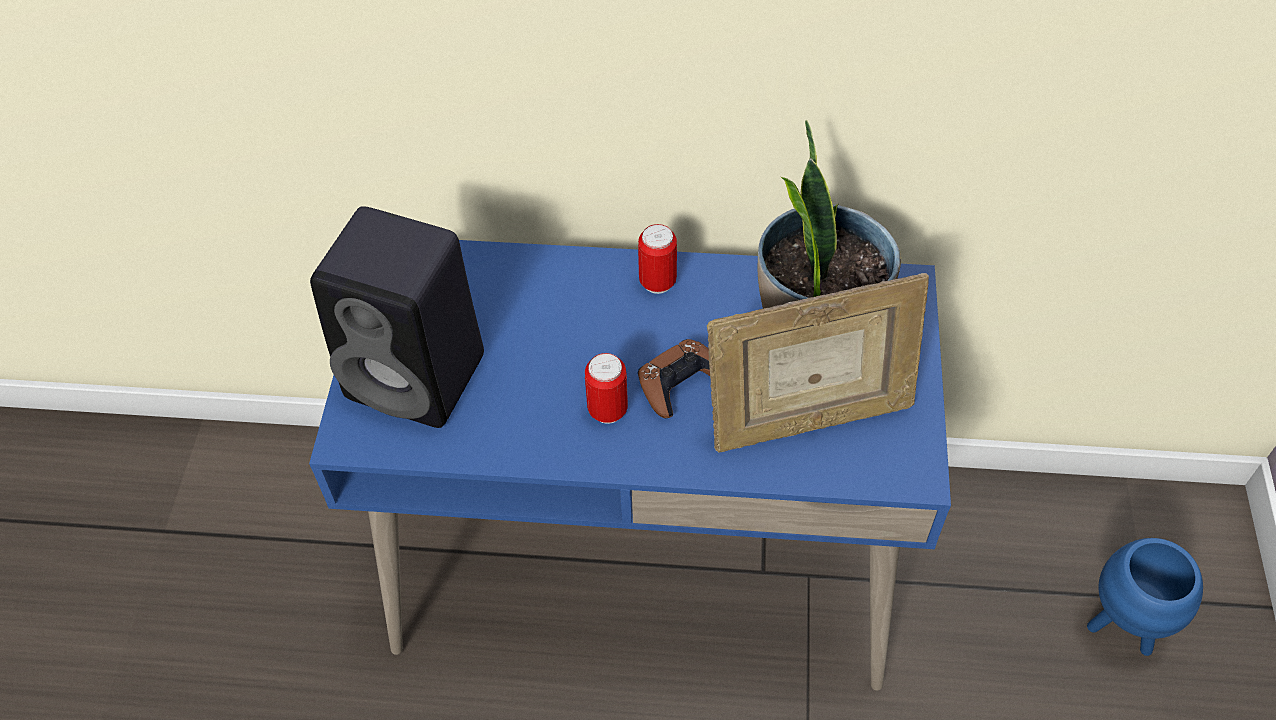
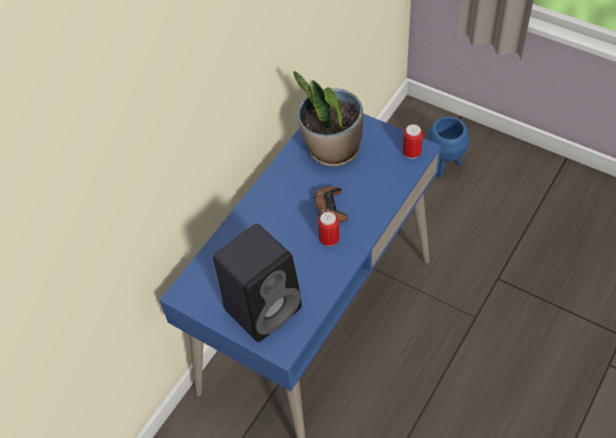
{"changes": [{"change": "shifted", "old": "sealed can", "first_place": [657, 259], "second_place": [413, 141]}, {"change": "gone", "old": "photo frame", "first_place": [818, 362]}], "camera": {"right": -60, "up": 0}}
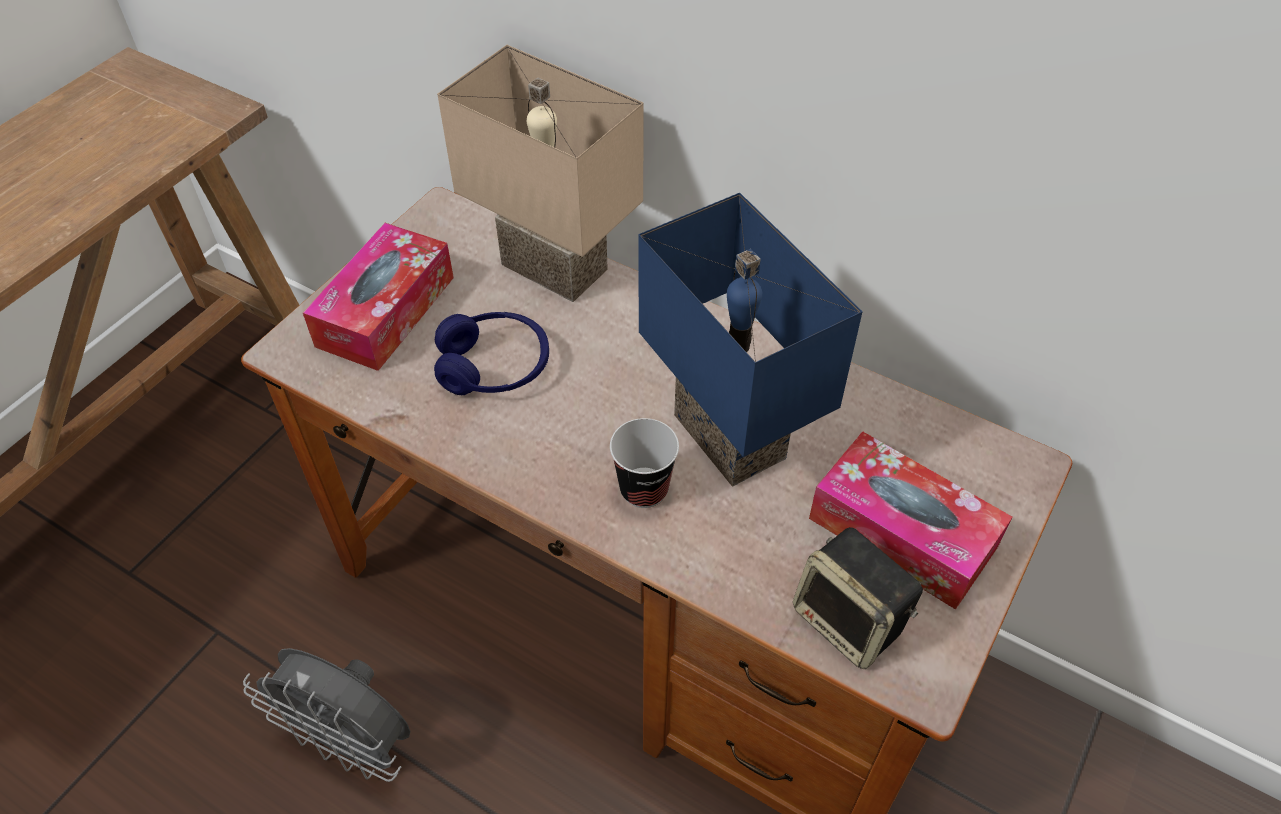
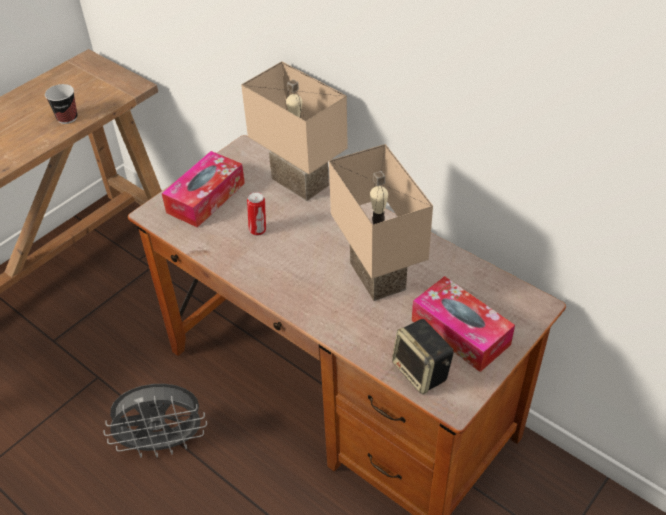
{"changes": [{"change": "repainted", "old": "lamp for a table (blue-coloured)", "new": "lamp for a table (beige)", "first_place": [751, 340], "second_place": [381, 222]}, {"change": "swapped", "old": "headphones (blue-coloured)", "new": "sealed can", "first_place": [491, 353], "second_place": [256, 214]}, {"change": "shifted", "old": "cup", "first_place": [644, 463], "second_place": [61, 104]}, {"change": "rotated", "old": "fan (greyish)", "first_place": [326, 715], "second_place": [155, 421], "degrees": -45}], "camera": {"right": 10, "up": -5}}
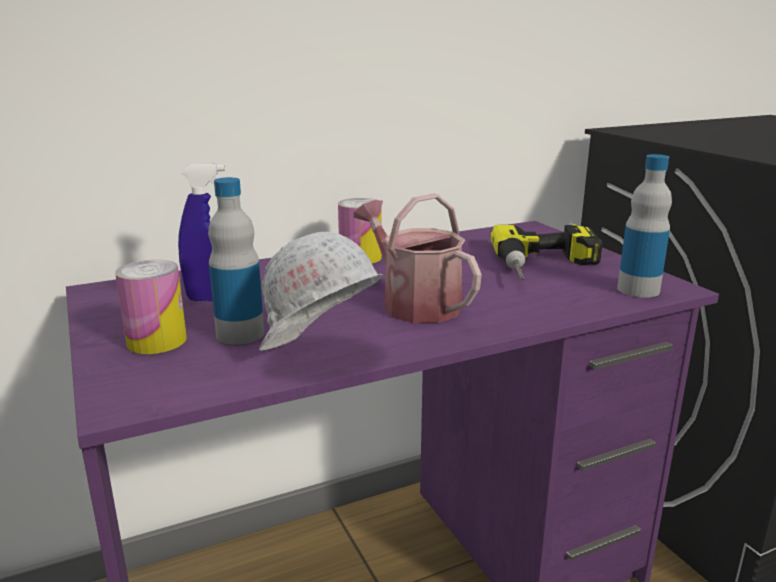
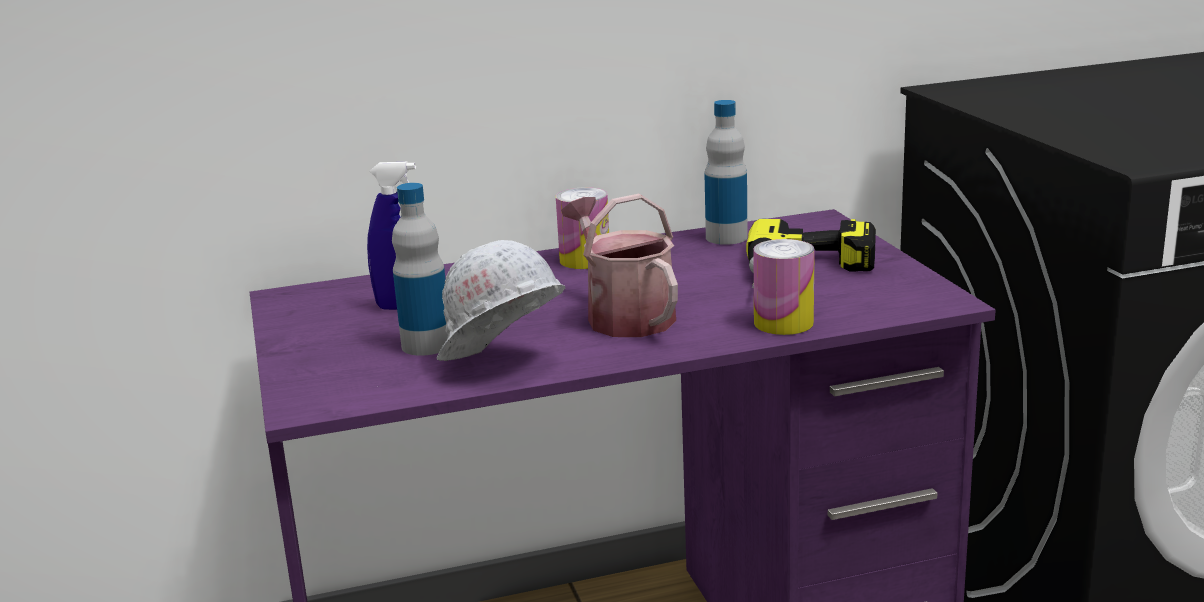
{"changes": [{"change": "shifted", "old": "drink bottle", "first_place": [644, 226], "second_place": [726, 172]}, {"change": "shifted", "old": "sealed can", "first_place": [151, 307], "second_place": [784, 287]}], "camera": {"right": 10, "up": 0}}
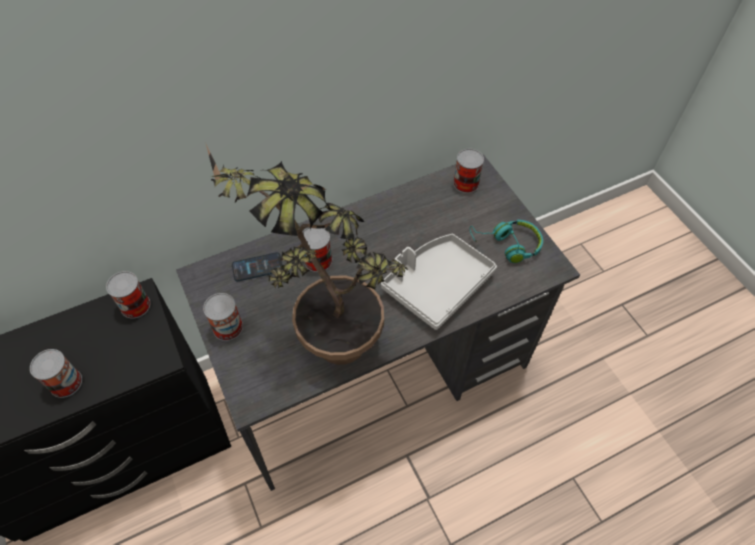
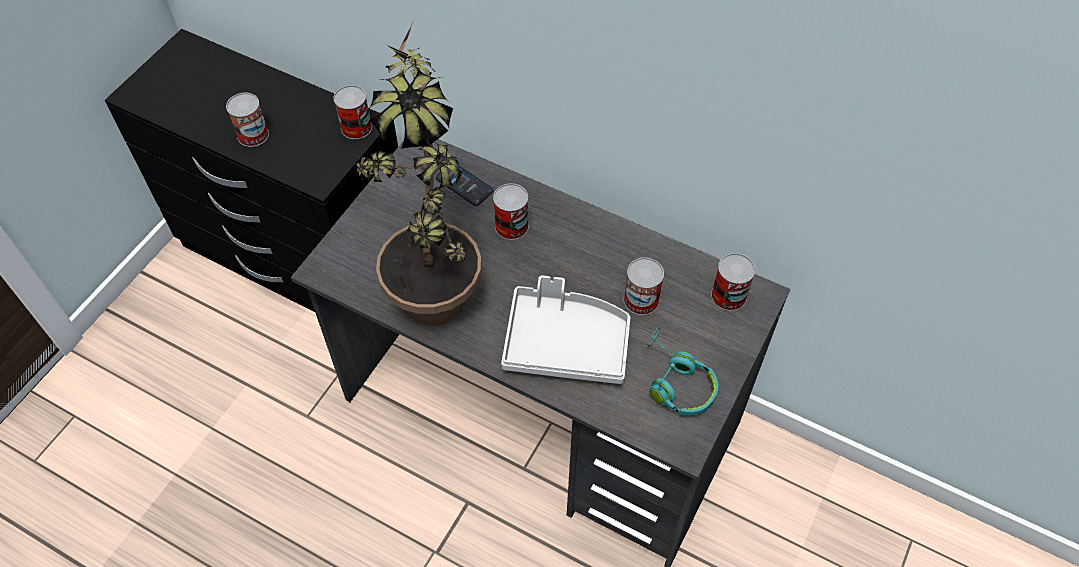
{"changes": [{"change": "shifted", "old": "sealed can", "first_place": [223, 317], "second_place": [644, 286]}], "camera": {"right": 55, "up": 0}}
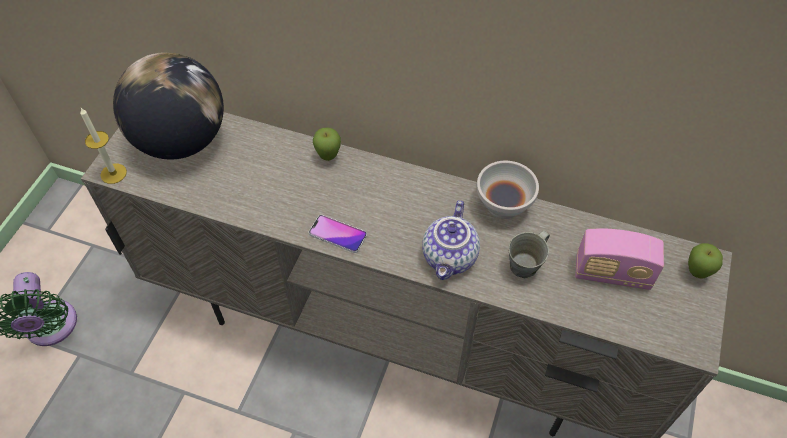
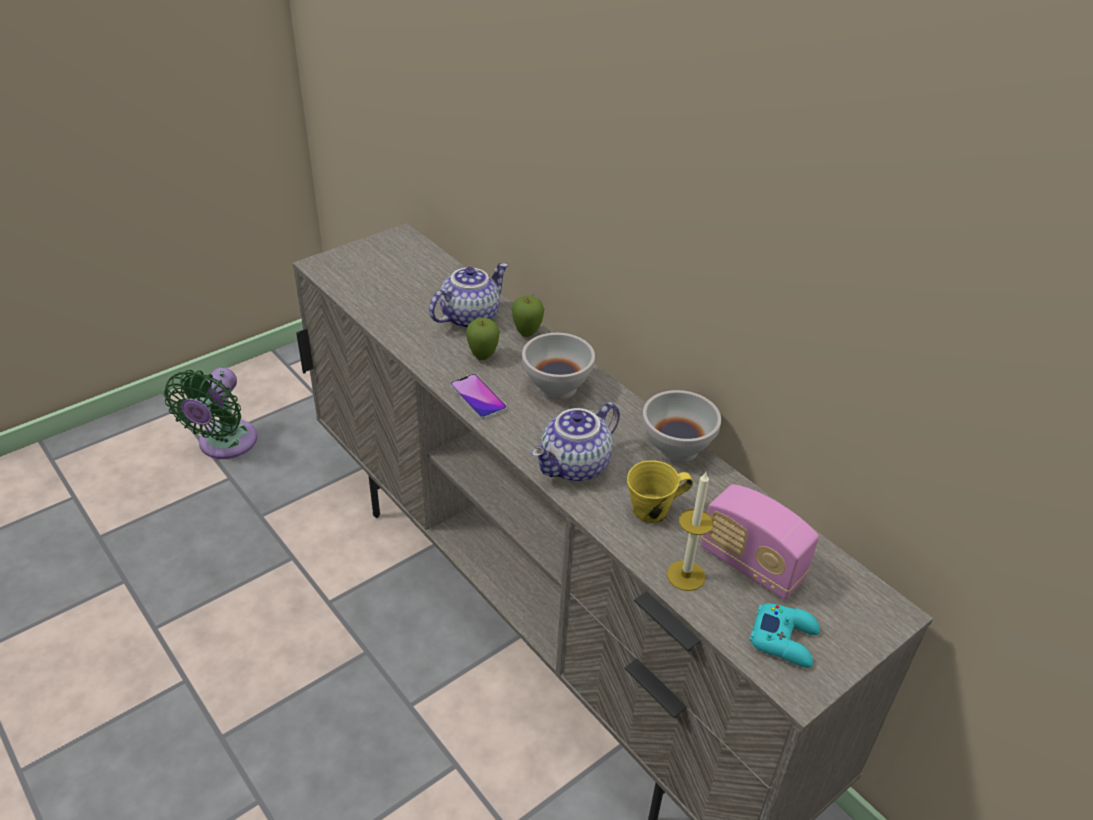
{"changes": [{"change": "gone", "old": "desk globe", "first_place": [168, 106]}, {"change": "shifted", "old": "wax candle", "first_place": [103, 146], "second_place": [690, 531]}, {"change": "repainted", "old": "coffee mug (greyish)", "new": "coffee mug (yellow-coloured)", "first_place": [529, 254], "second_place": [660, 492]}, {"change": "shifted", "old": "whole apple", "first_place": [705, 261], "second_place": [483, 339]}, {"change": "new", "new": "pot for tea", "second_place": [468, 295]}, {"change": "new", "new": "bowl (white-coloured)", "second_place": [558, 366]}, {"change": "new", "new": "gamepad (turquoise-coloured)", "second_place": [785, 635]}], "camera": {"right": 30, "up": -15}}
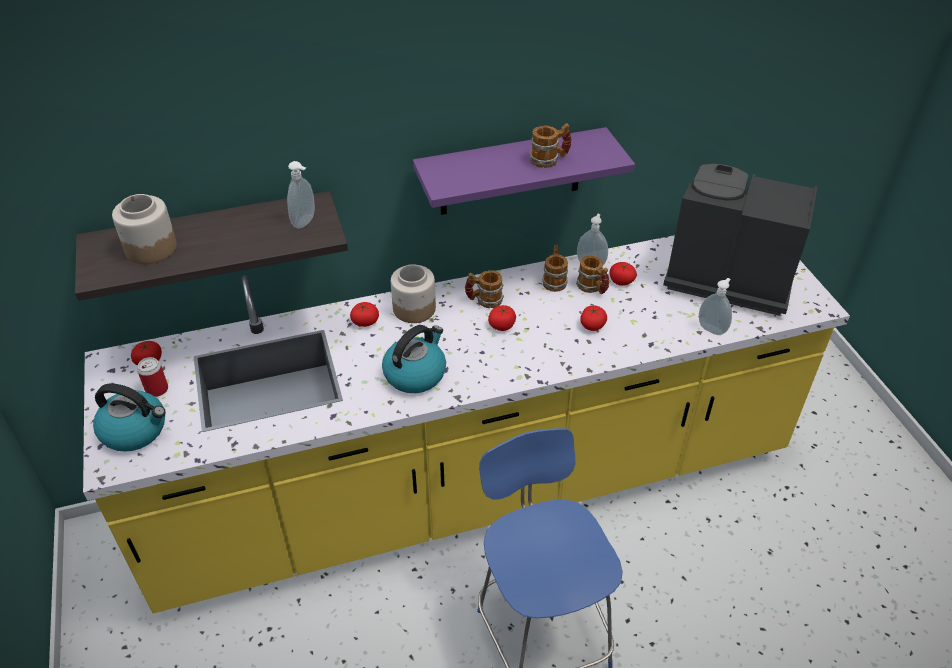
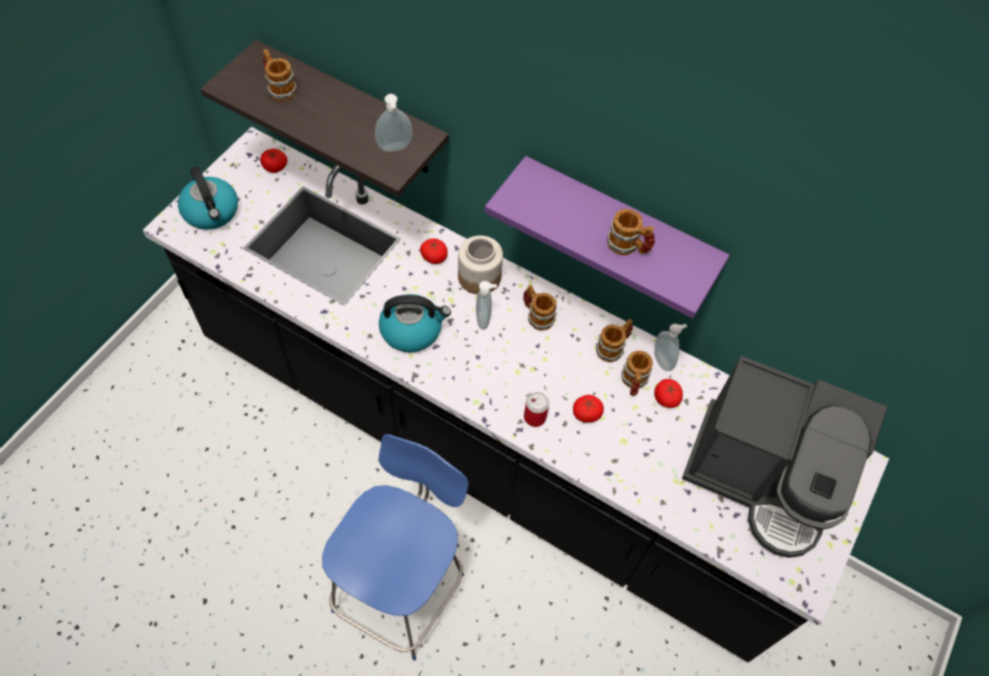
{"changes": [{"change": "rotated", "old": "coffee brewer", "first_place": [740, 240], "second_place": [785, 457], "degrees": 135}, {"change": "swapped", "old": "storage jar", "new": "coffee mug", "first_place": [144, 229], "second_place": [280, 75]}, {"change": "repainted", "old": "kitchen counter (yellow-coloured)", "new": "kitchen counter (black-coloured)", "first_place": [466, 424], "second_place": [516, 394]}, {"change": "shifted", "old": "liquid soap bottle", "first_place": [715, 306], "second_place": [486, 305]}, {"change": "gone", "old": "fresh tomato", "first_place": [502, 318]}, {"change": "shifted", "old": "sealed can", "first_place": [152, 377], "second_place": [536, 409]}], "camera": {"right": 45, "up": 15}}
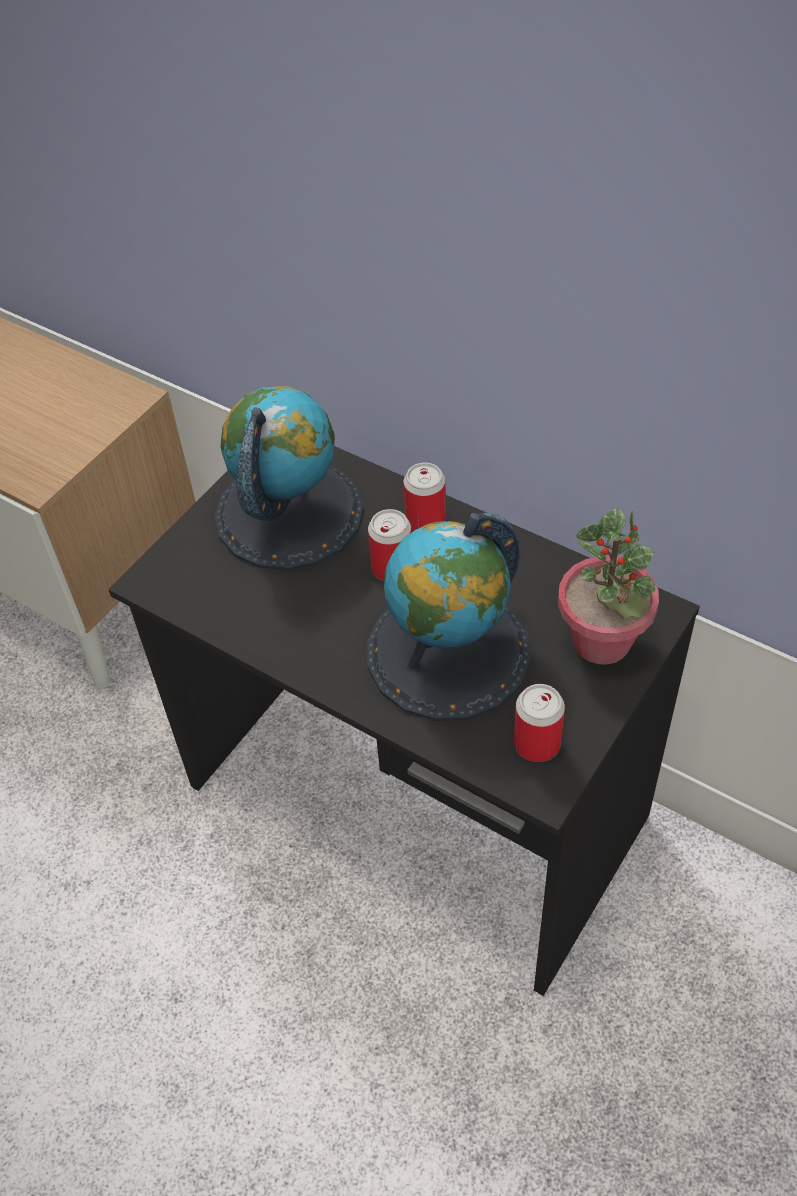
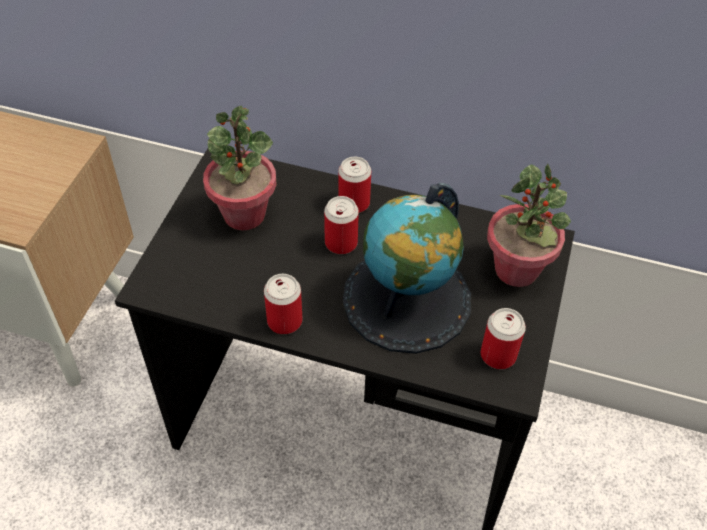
{"changes": [{"change": "swapped", "old": "desk globe", "new": "plant in a pot", "first_place": [289, 478], "second_place": [240, 168]}, {"change": "new", "new": "sealed can", "second_place": [283, 304]}], "camera": {"right": -20, "up": 0}}
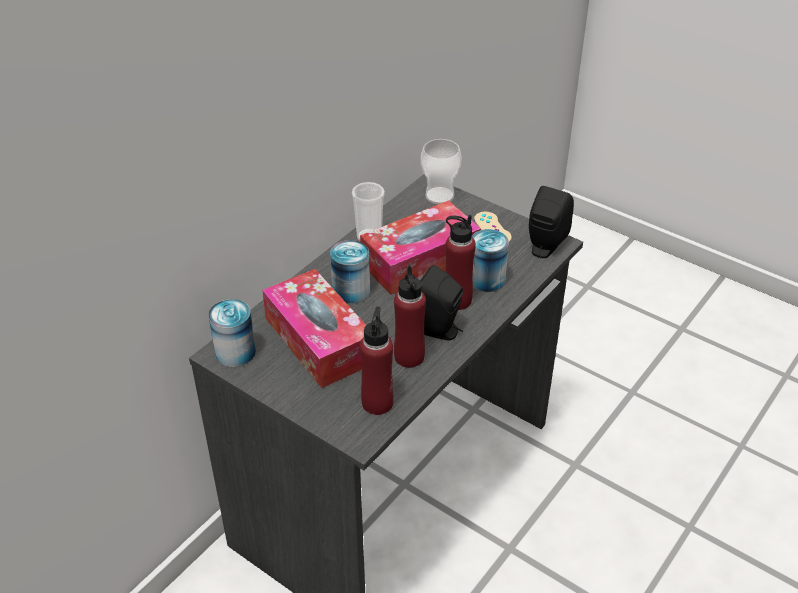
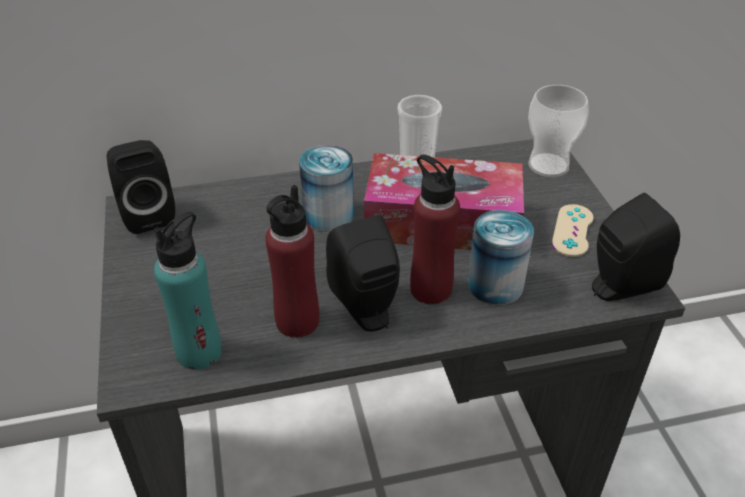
{"changes": [{"change": "gone", "old": "tissue holder", "first_place": [314, 328]}, {"change": "swapped", "old": "sealed can", "new": "speaker (black-coloured)", "first_place": [232, 333], "second_place": [141, 187]}, {"change": "repainted", "old": "drink bottle (reddish)", "new": "drink bottle (turquoise-coloured)", "first_place": [377, 361], "second_place": [188, 291]}], "camera": {"right": 40, "up": 0}}
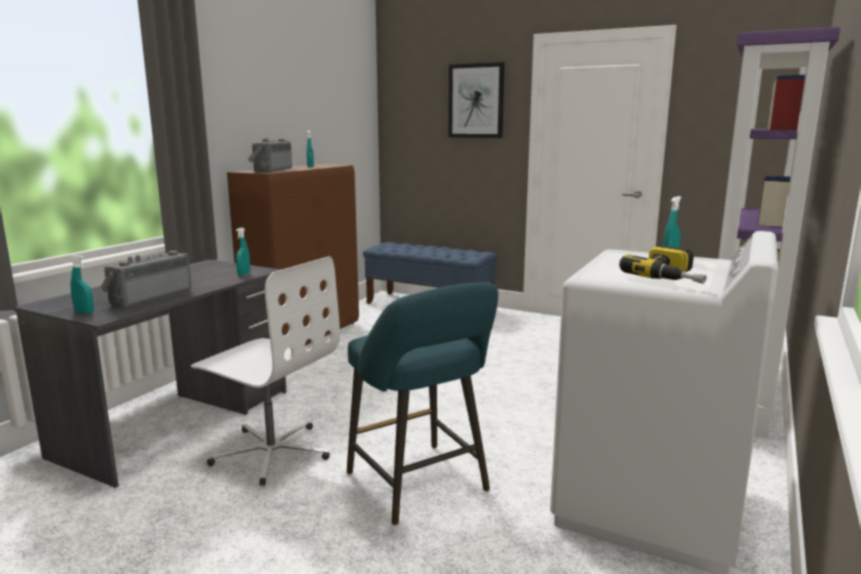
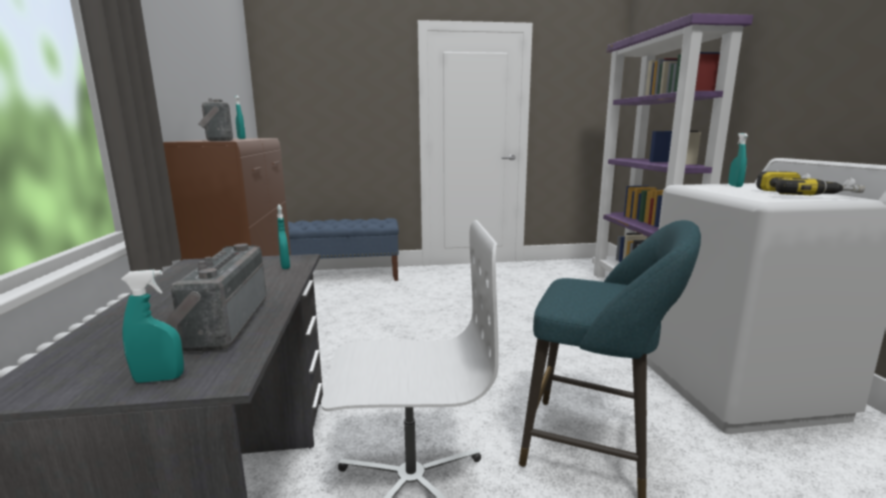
{"changes": [{"change": "gone", "old": "picture", "first_place": [476, 100]}], "camera": {"right": -35, "up": 0}}
